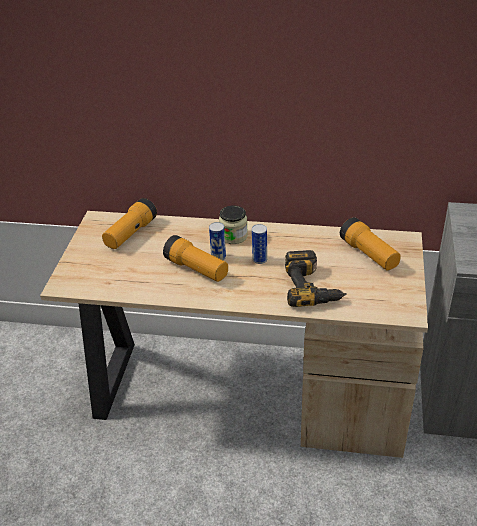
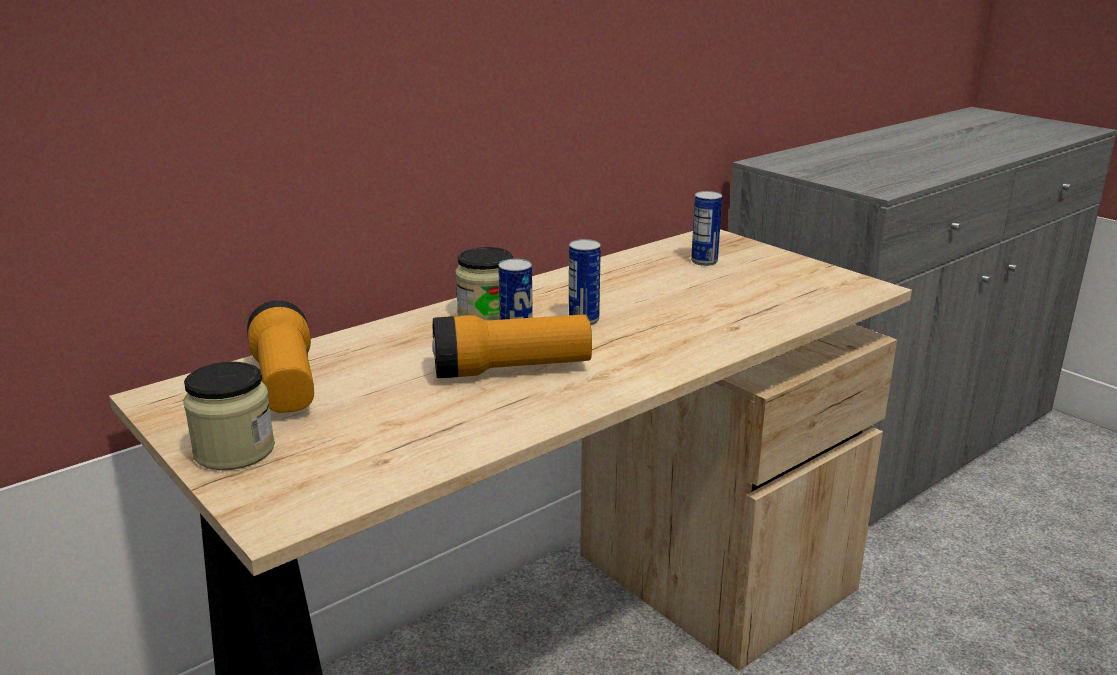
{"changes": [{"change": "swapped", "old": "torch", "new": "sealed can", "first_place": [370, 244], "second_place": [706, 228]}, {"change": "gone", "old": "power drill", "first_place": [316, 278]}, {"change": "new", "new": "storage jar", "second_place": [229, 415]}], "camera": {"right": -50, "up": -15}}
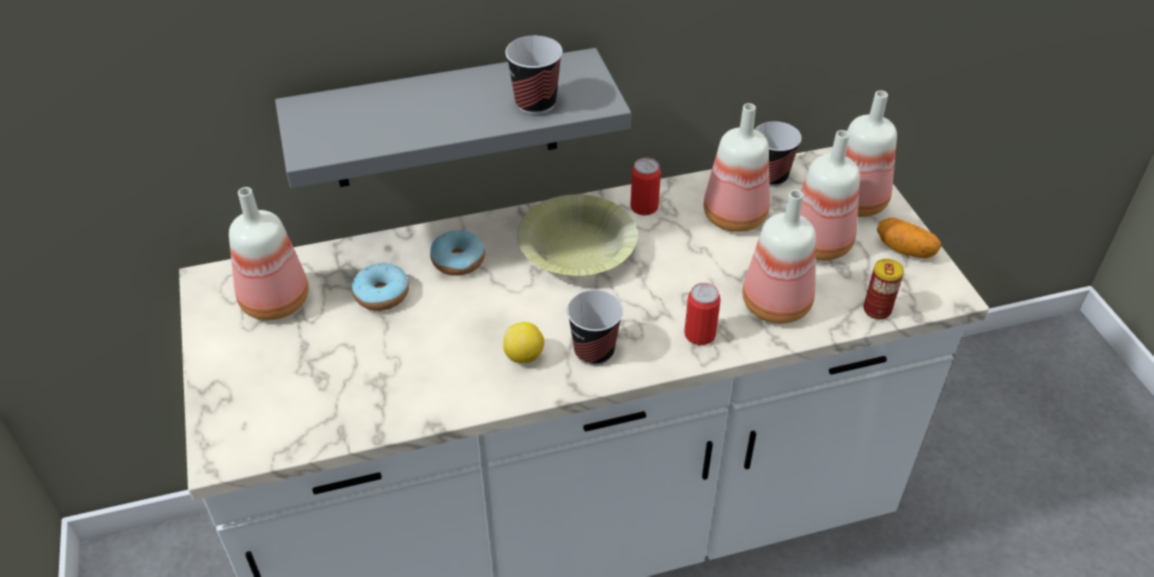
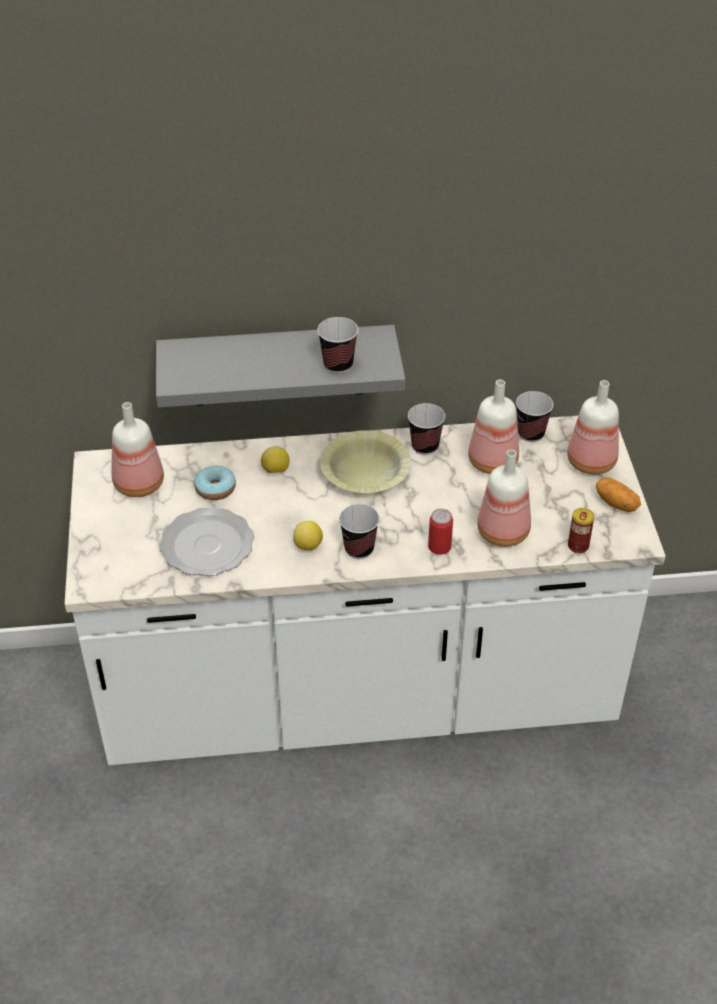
{"changes": [{"change": "gone", "old": "drink bottle", "first_place": [830, 195]}, {"change": "swapped", "old": "sealed can", "new": "cup", "first_place": [645, 186], "second_place": [426, 429]}, {"change": "swapped", "old": "ring doughnut", "new": "citrus fruit", "first_place": [457, 253], "second_place": [275, 459]}, {"change": "new", "new": "dinner plate", "second_place": [206, 541]}], "camera": {"right": 10, "up": 0}}
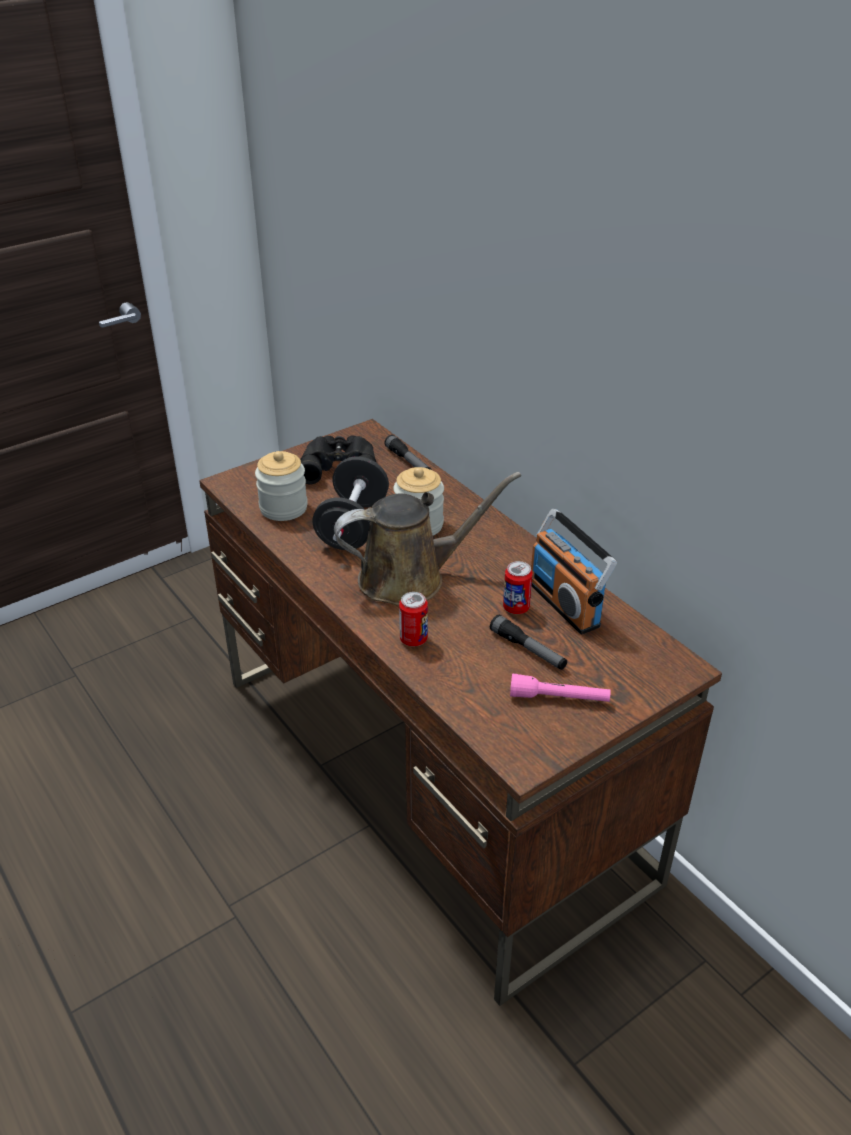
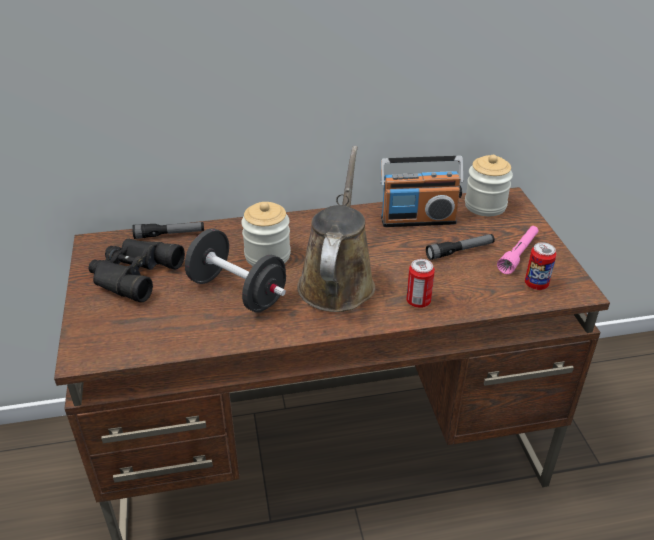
{"changes": [{"change": "shifted", "old": "storage jar", "first_place": [281, 486], "second_place": [489, 185]}, {"change": "shifted", "old": "sealed can", "first_place": [518, 587], "second_place": [541, 266]}], "camera": {"right": -65, "up": 0}}
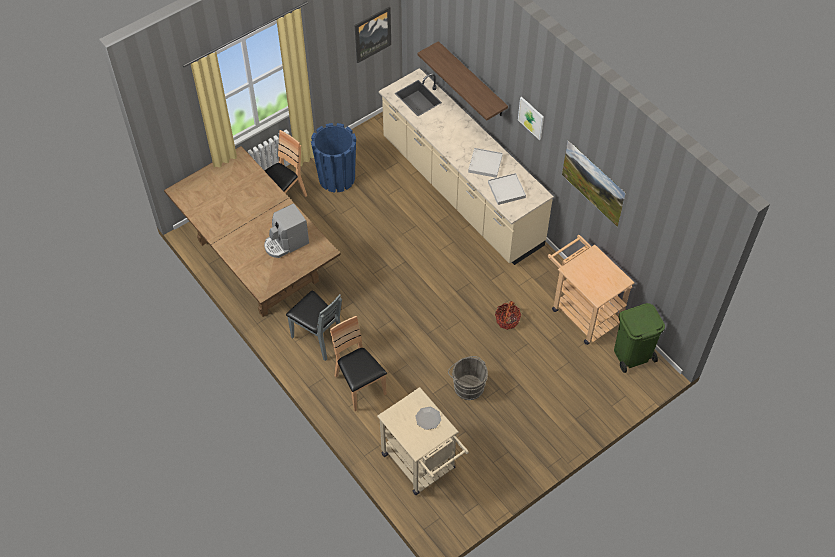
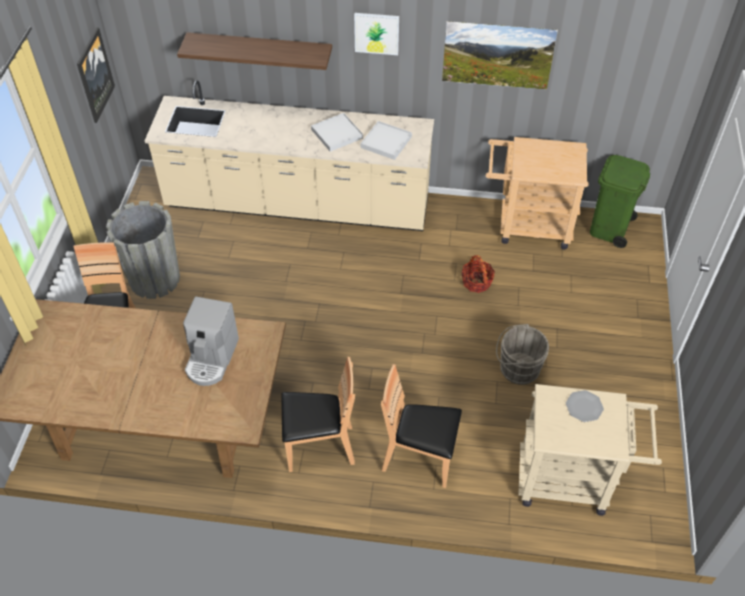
{"changes": [{"change": "repainted", "old": "flower pot (blue-coloured)", "new": "flower pot (greyish)", "first_place": [333, 158], "second_place": [143, 250]}, {"change": "repainted", "old": "plain chair (greyish)", "new": "plain chair (brownish)", "first_place": [314, 325], "second_place": [318, 414]}], "camera": {"right": -45, "up": -5}}
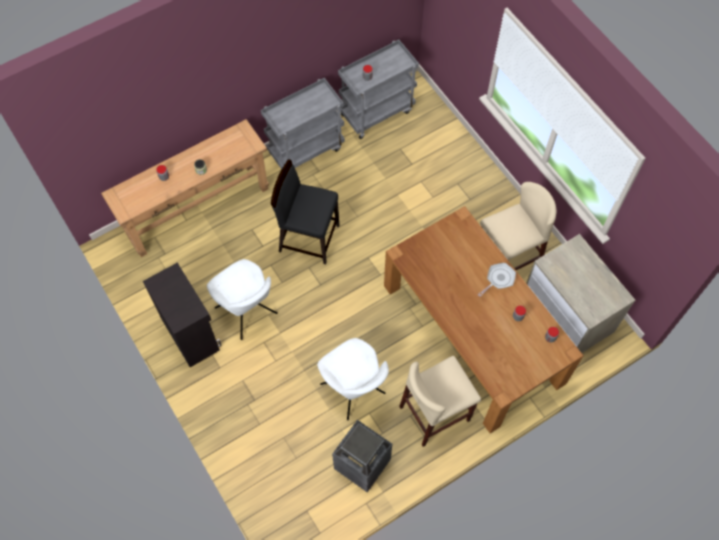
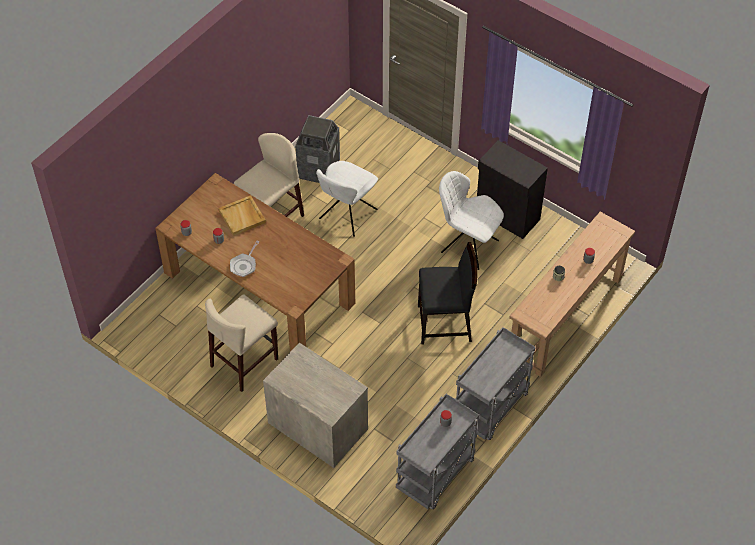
{"changes": [{"change": "shifted", "old": "chest of drawers", "first_place": [581, 293], "second_place": [315, 405]}, {"change": "rotated", "old": "plain chair (white-coloured)", "first_place": [353, 379], "second_place": [347, 199], "degrees": -90}, {"change": "new", "new": "carrying tray (beige)", "second_place": [242, 215]}], "camera": {"right": 160, "up": -10}}
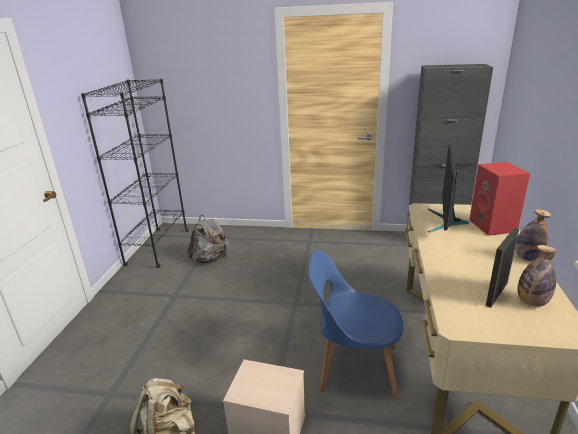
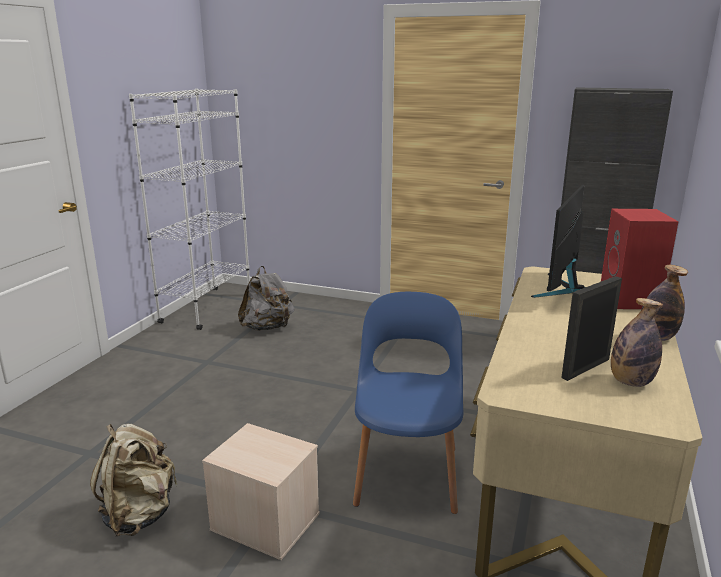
{"changes": [{"change": "repainted", "old": "shelving unit (black-coloured)", "new": "shelving unit (white-coloured)", "first_place": [135, 173], "second_place": [189, 209]}, {"change": "rotated", "old": "plain chair (blue-coloured)", "first_place": [355, 325], "second_place": [408, 403], "degrees": 75}], "camera": {"right": 10, "up": -5}}
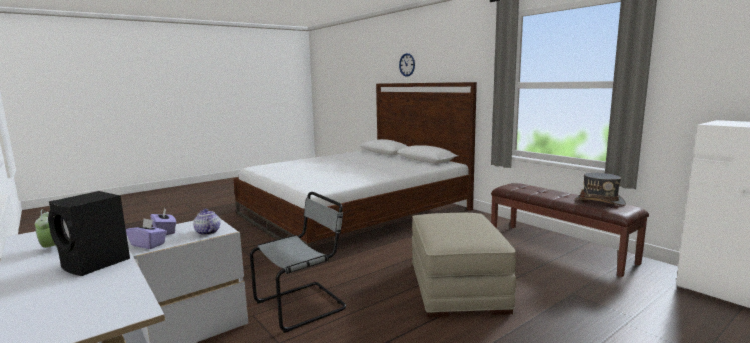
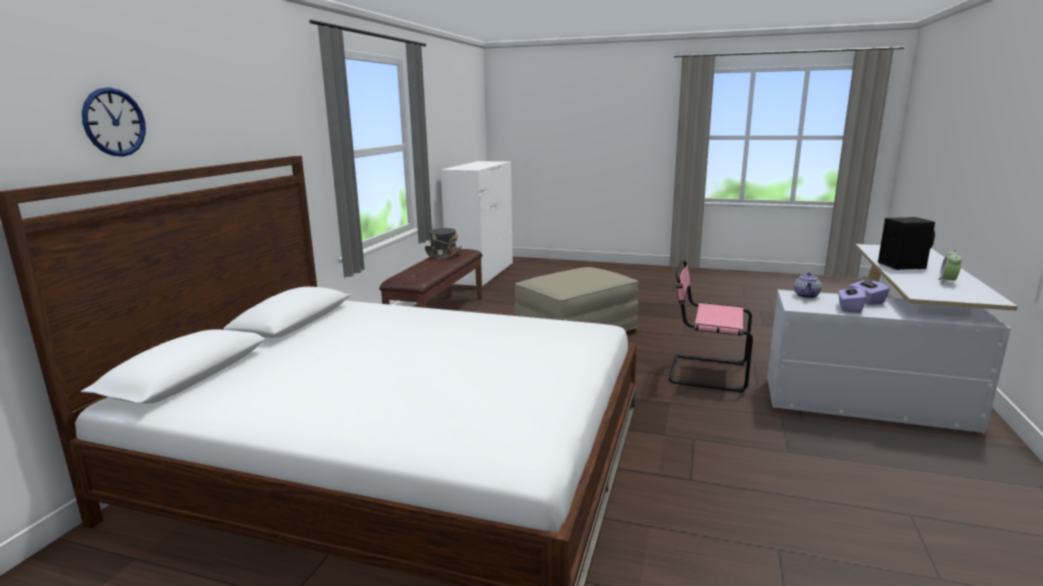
{"changes": [{"change": "repainted", "old": "plain chair (greyish)", "new": "plain chair (pink)", "first_place": [298, 262], "second_place": [711, 326]}], "camera": {"right": -125, "up": 5}}
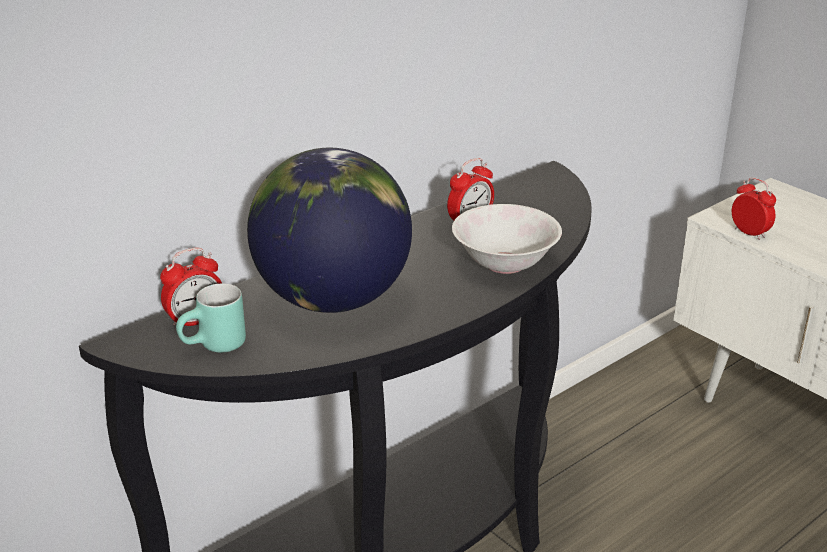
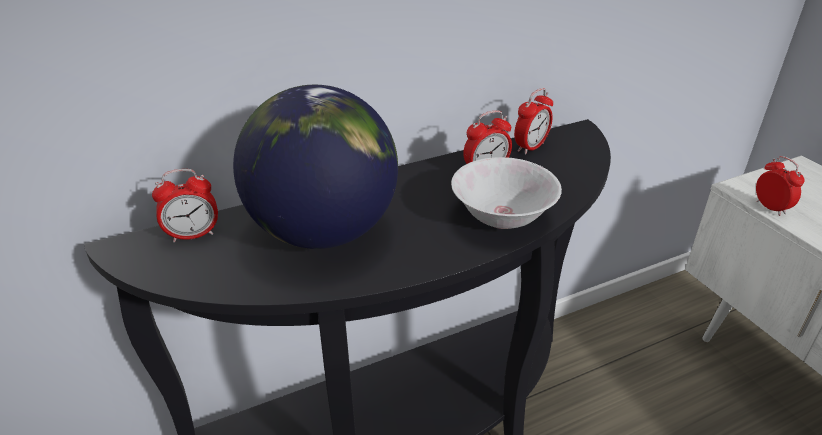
{"changes": [{"change": "gone", "old": "coffee mug (turquoise-coloured)", "first_place": [211, 318]}, {"change": "new", "new": "table clock", "second_place": [533, 121]}], "camera": {"right": 15, "up": 5}}
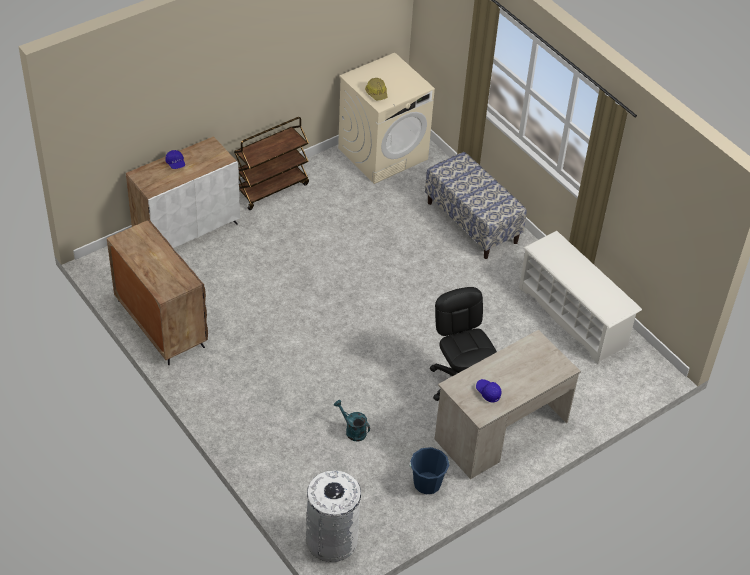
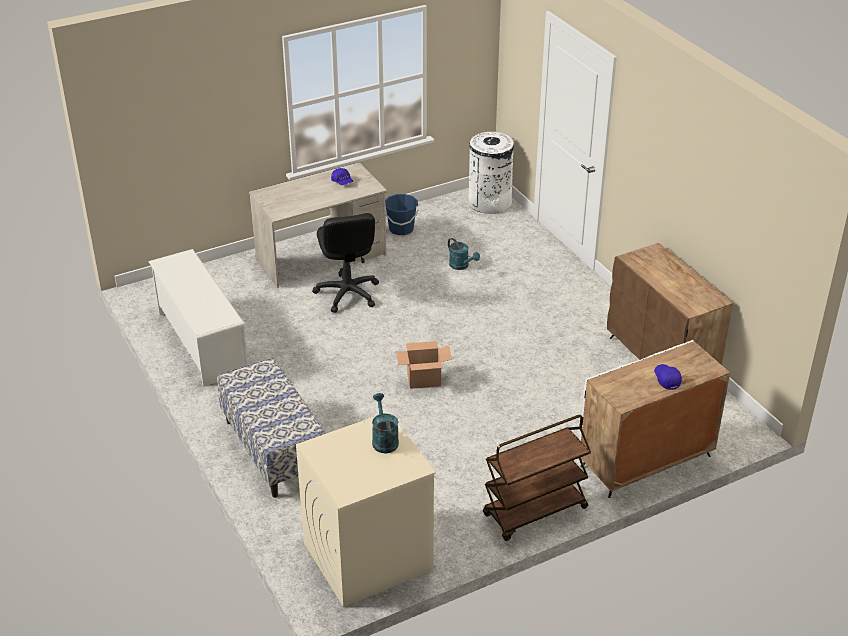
{"changes": [{"change": "swapped", "old": "safety helmet", "new": "watering can (turquoise-coloured)", "first_place": [376, 89], "second_place": [385, 423]}, {"change": "new", "new": "cardboard box", "second_place": [424, 365]}], "camera": {"right": -170, "up": -10}}
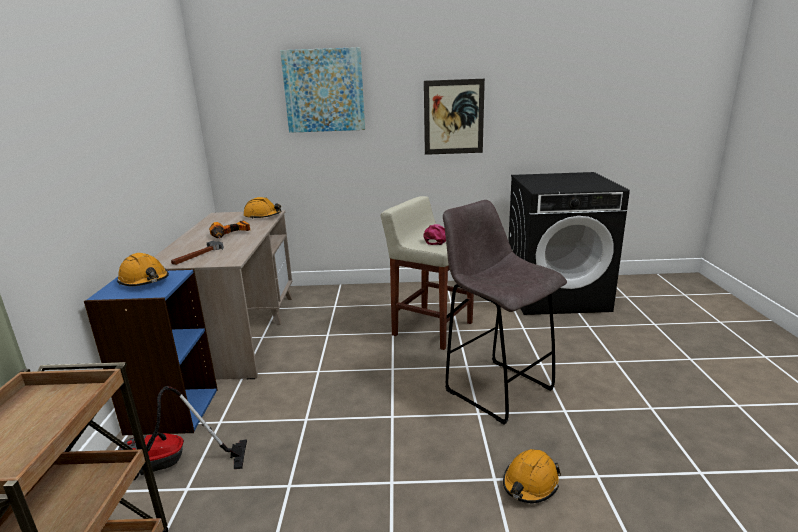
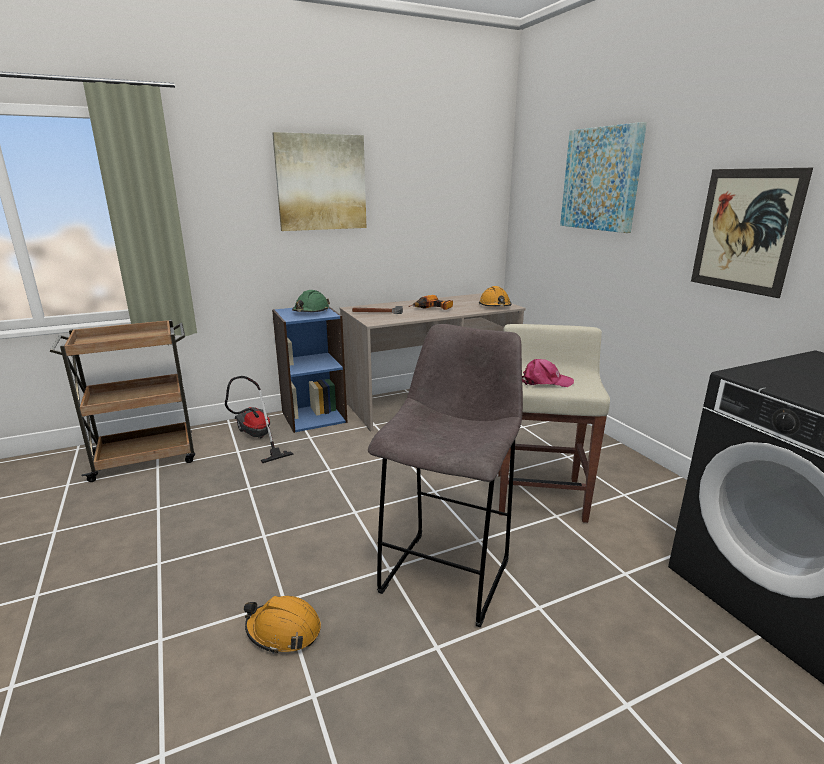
{"changes": [{"change": "repainted", "old": "safety helmet (orange)", "new": "safety helmet (greenish)", "first_place": [143, 269], "second_place": [311, 301]}, {"change": "new", "new": "picture", "second_place": [319, 181]}], "camera": {"right": 65, "up": 0}}
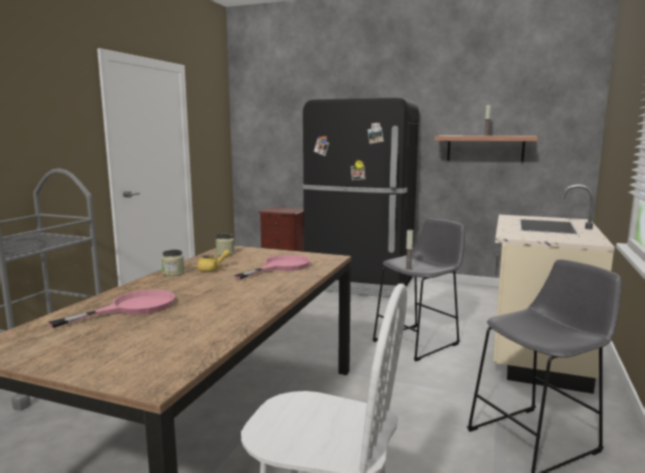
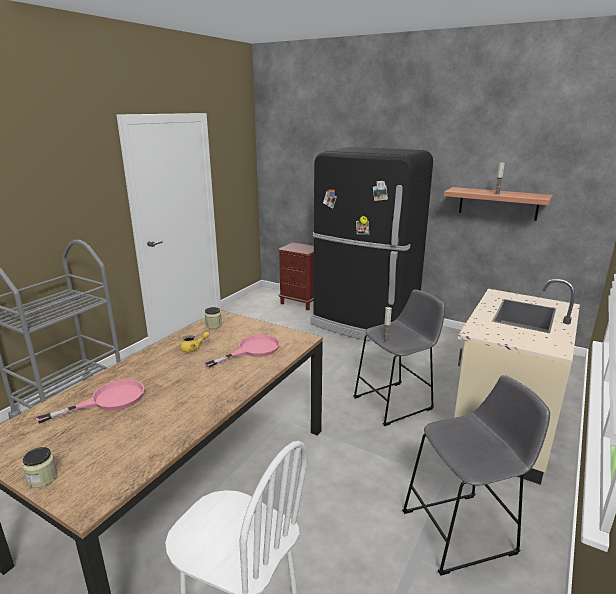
{"changes": [{"change": "shifted", "old": "storage jar", "first_place": [173, 263], "second_place": [40, 467]}], "camera": {"right": 10, "up": 10}}
